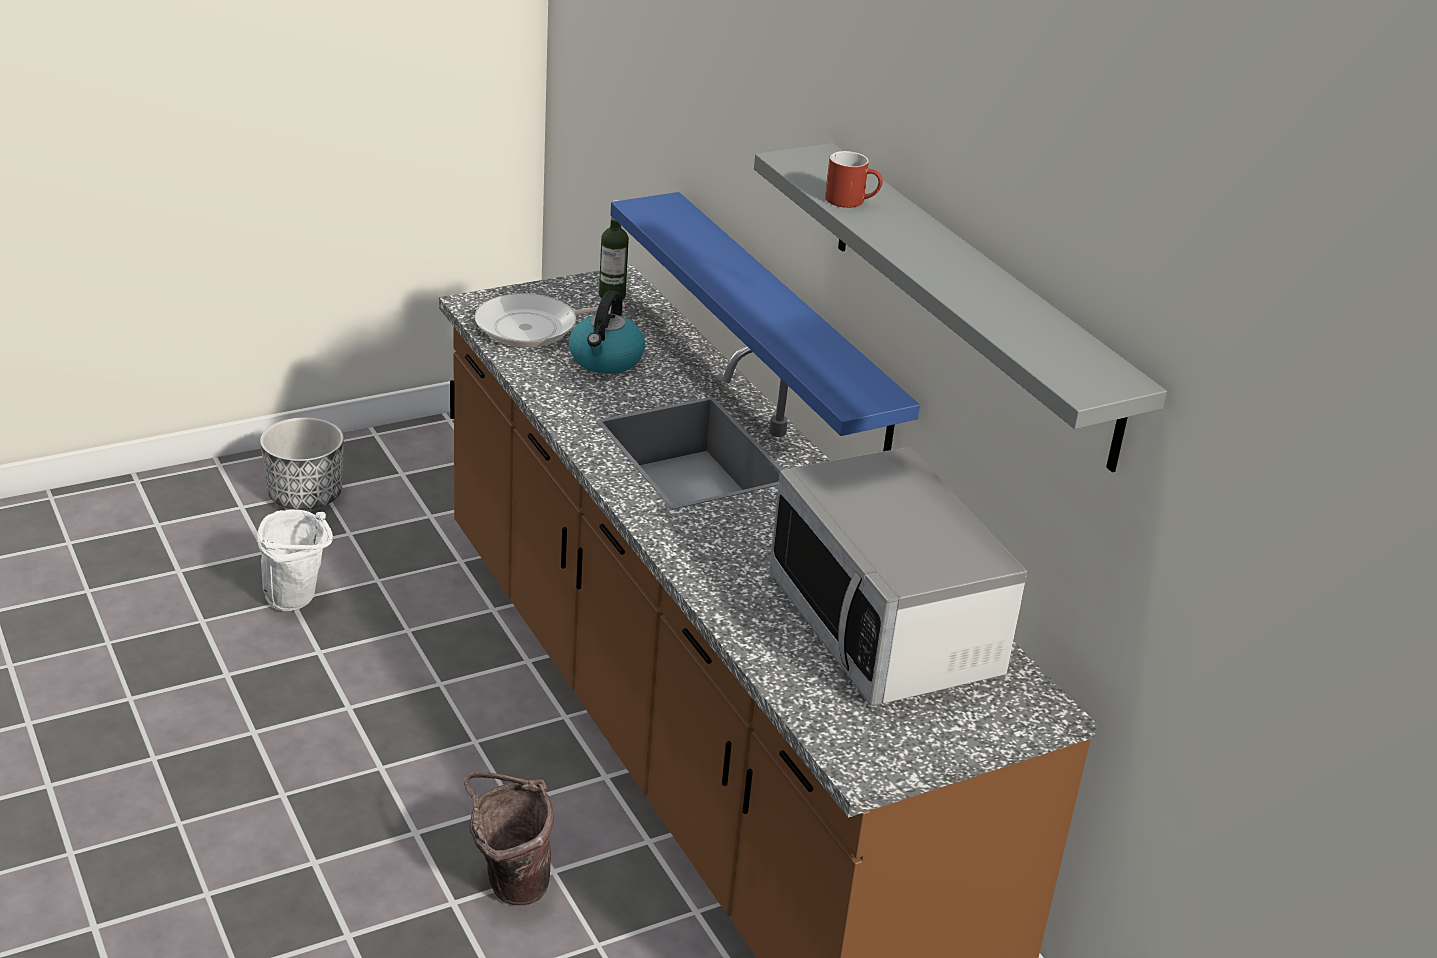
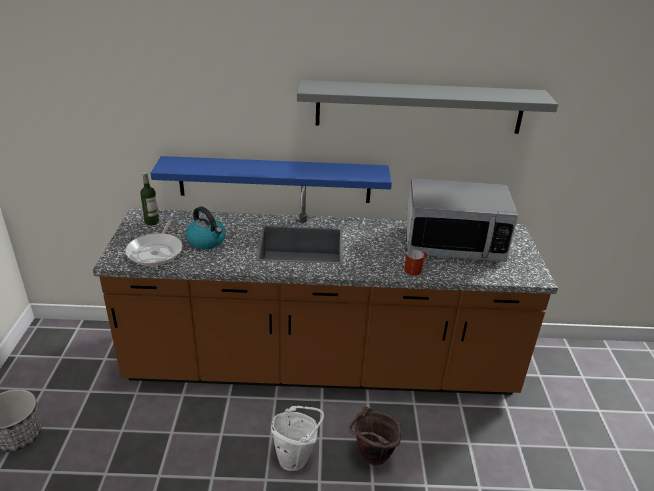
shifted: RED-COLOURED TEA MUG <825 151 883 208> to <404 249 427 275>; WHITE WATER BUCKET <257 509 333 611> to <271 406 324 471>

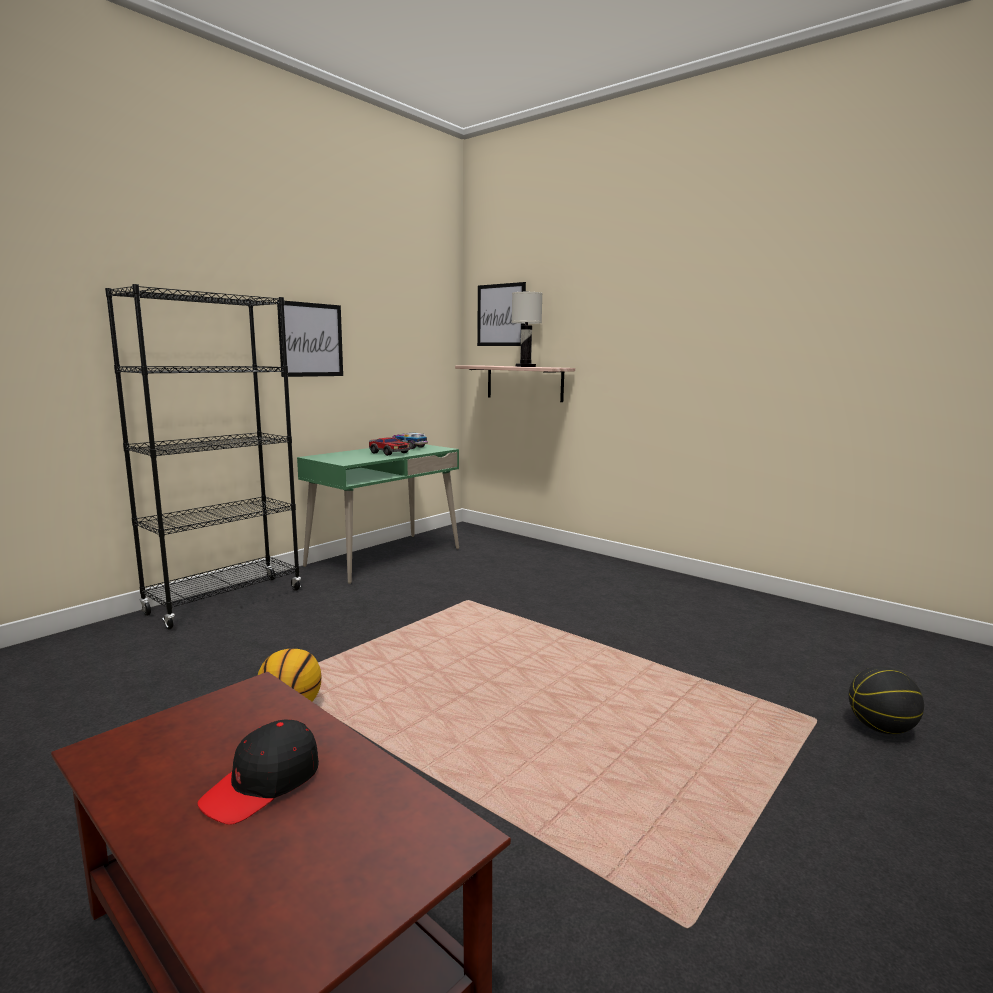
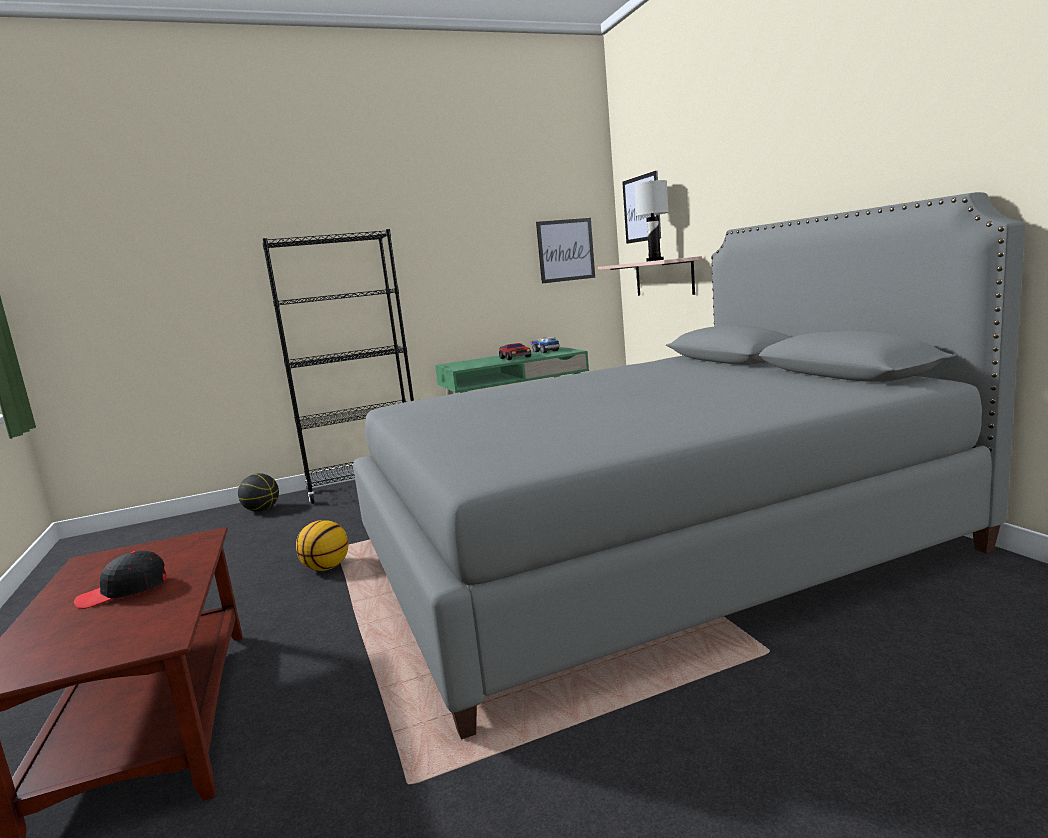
new: GREY SLEEPING BED <353 192 1025 740>
shifted: WALL ART <277 300 343 377> to <536 218 595 283>; BALL FOR BASKETBALL <849 667 924 734> to <238 473 279 512>

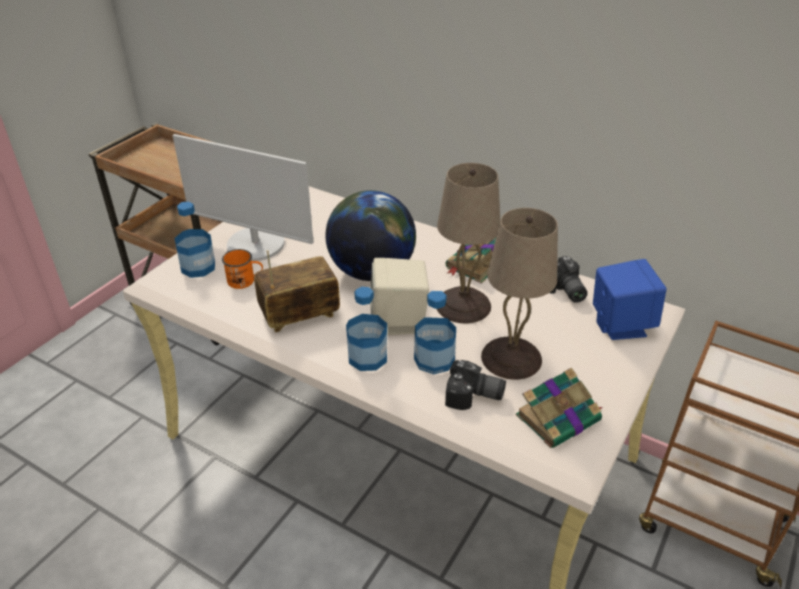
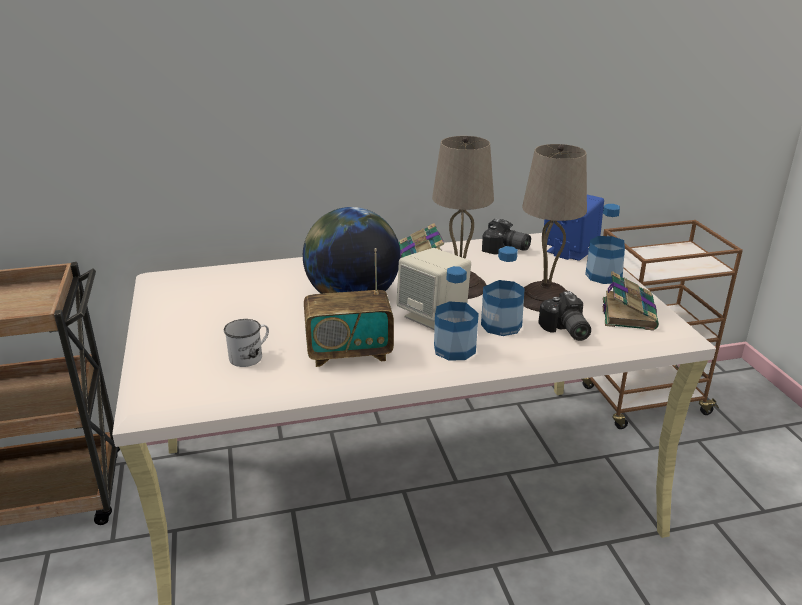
gone: COMPUTER DISPLAY <172 134 314 261>
shifted: BOTTLE <174 202 215 278> to <585 204 625 284>
repainted: ORANGE-COLOURED TEA MUG <222 249 263 289> to WHITE TEA MUG <224 319 269 367>
rotated: RADIO RECEIVER <254 250 340 332> = <304 248 394 367> 120 degrees counterclockwise; STILL CAMERA <445 360 506 410> = <538 291 591 341> 105 degrees clockwise

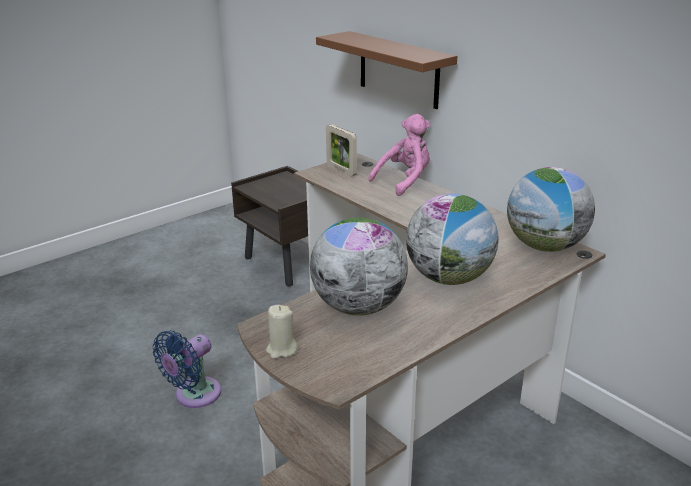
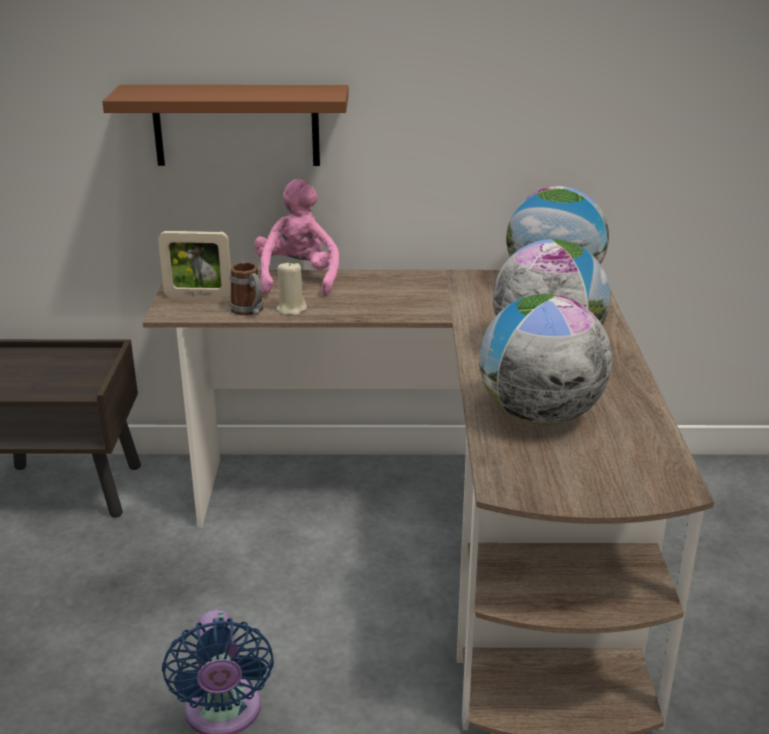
new: TEA MUG <230 262 264 316>
shifted: BEIGE WAX LIGHT <266 305 298 359> to <277 261 307 316>

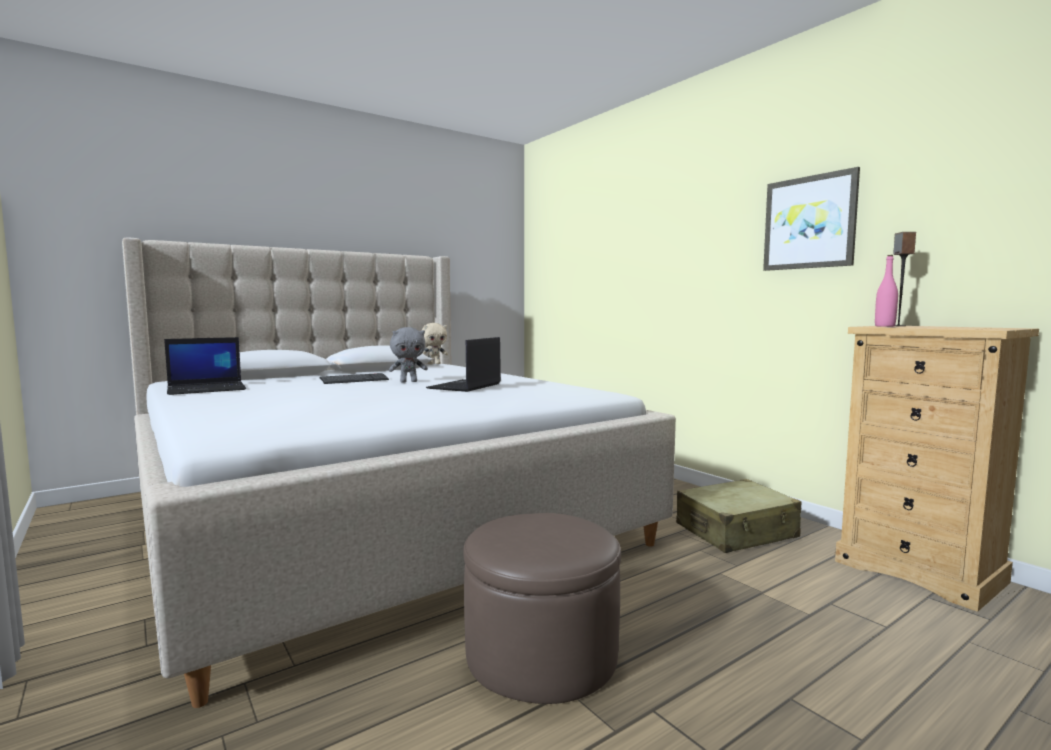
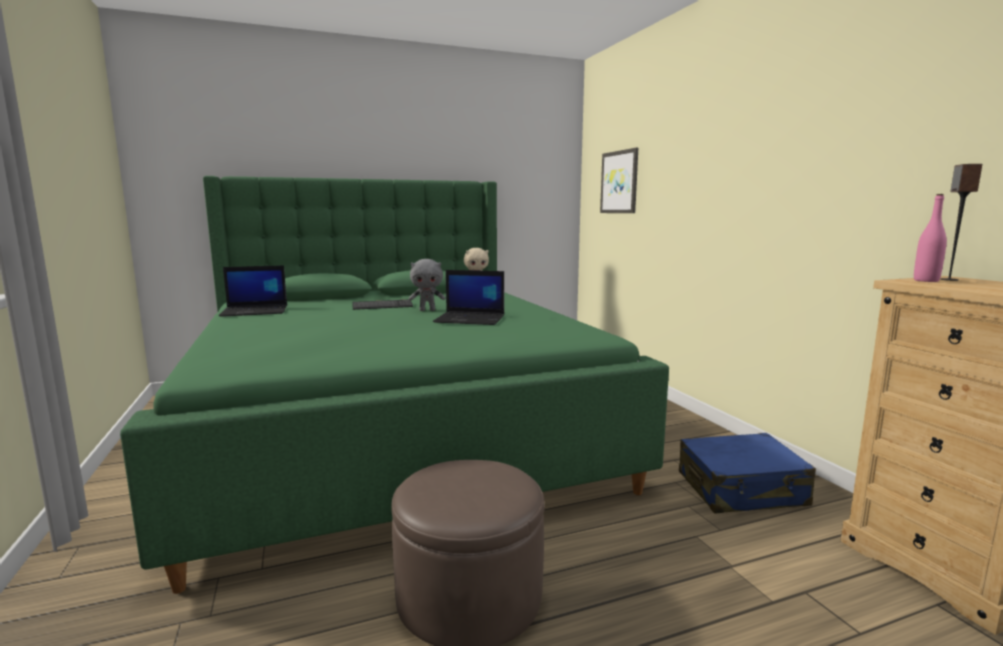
shifted: WALL ART <763 167 860 271> to <600 148 638 213>
repainted: BEIGE SLEEPING BED <122 237 676 708> to GREENISH SLEEPING BED <120 176 669 594>; BEIGE PIECE OF LUGGAGE <676 479 802 553> to BLUE-COLOURED PIECE OF LUGGAGE <679 433 816 513>
rotated: LAPTOP <426 337 501 392> = <433 270 504 325> 120 degrees counterclockwise

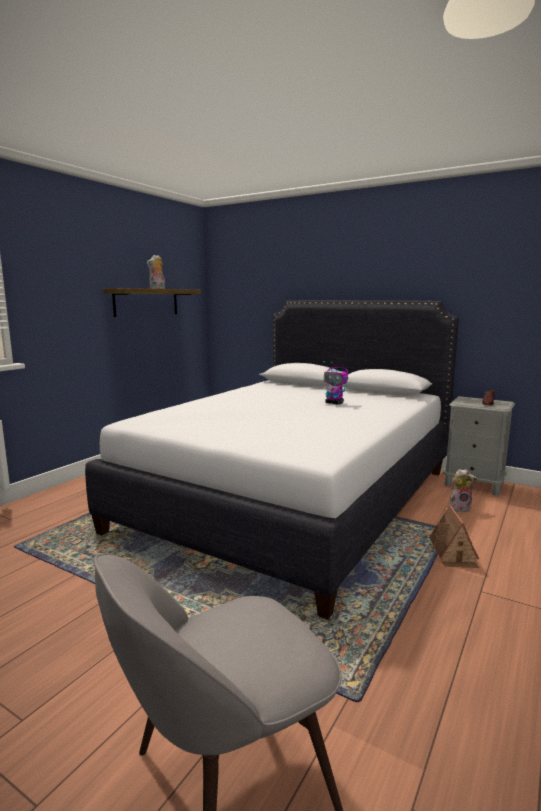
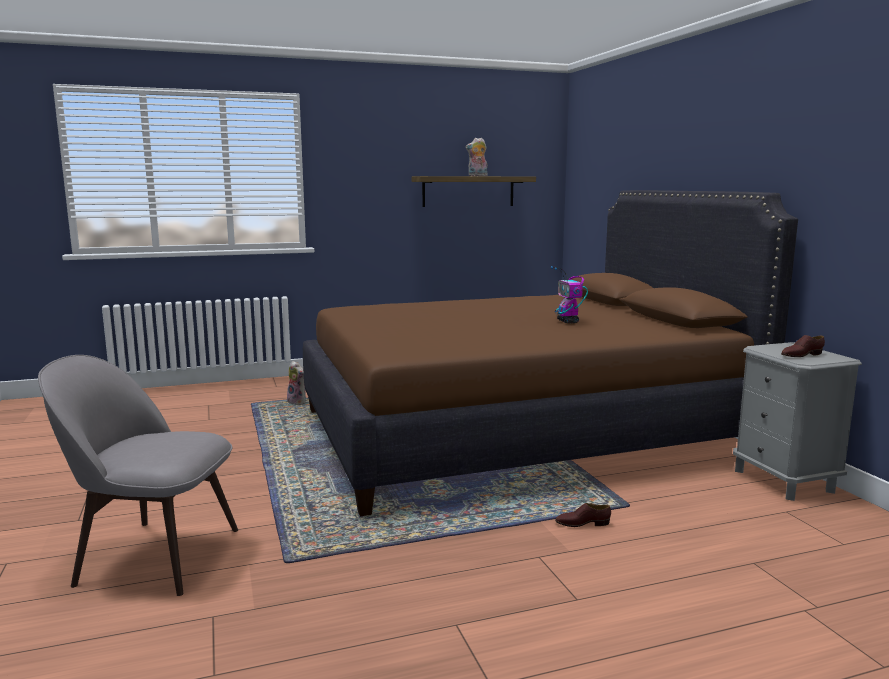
shifted: CUDDLY TOY <450 469 477 512> to <287 361 306 405>
swapped: MODEL HOUSE <429 504 479 568> to BROWNISH SHOE <555 503 611 527>
repainted: WHITE SLEEPING BED <85 300 459 619> to BROWNISH SLEEPING BED <303 190 798 516>

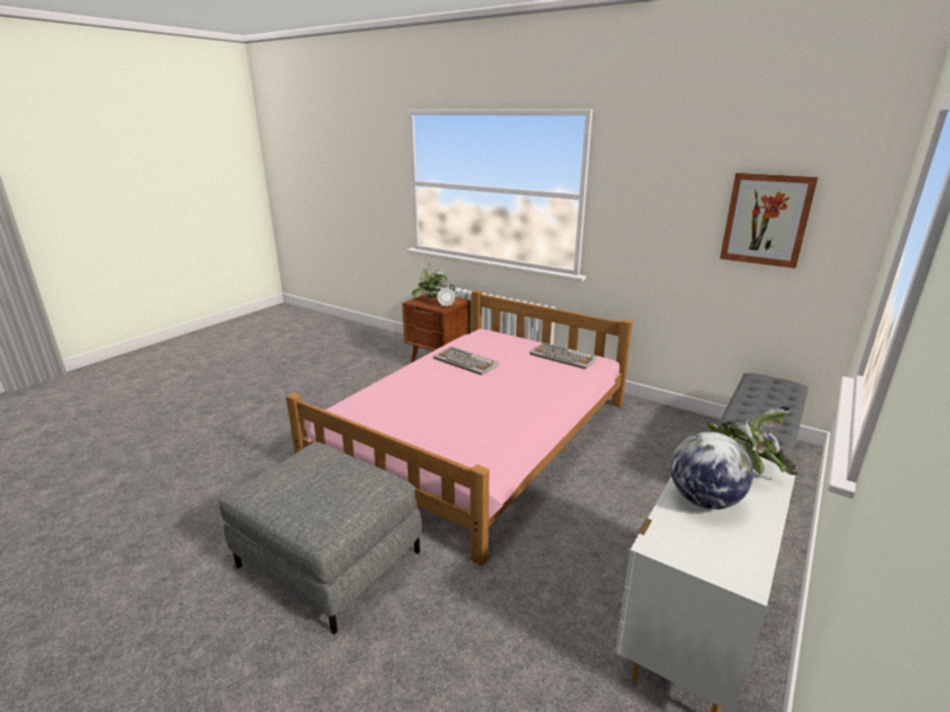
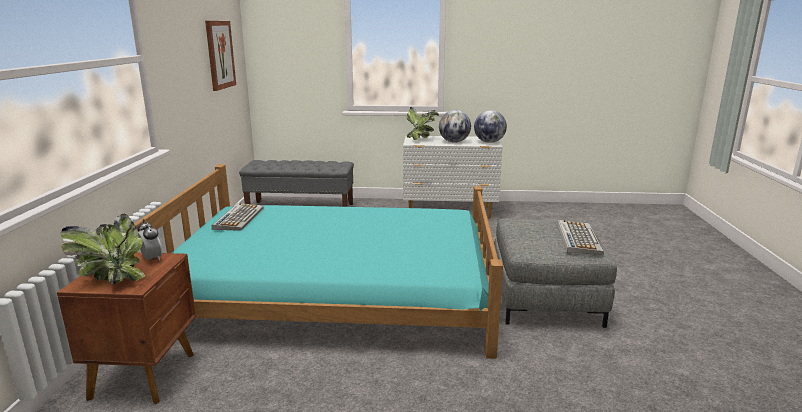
new: WORLD GLOBE <474 110 507 143>
shifted: COMPUTER KEYBOARD <434 346 499 375> to <557 220 604 255>
repainted: PINKISH SLEEPING BED <286 290 633 566> to BLUE-GREEN SLEEPING BED <135 164 503 359>

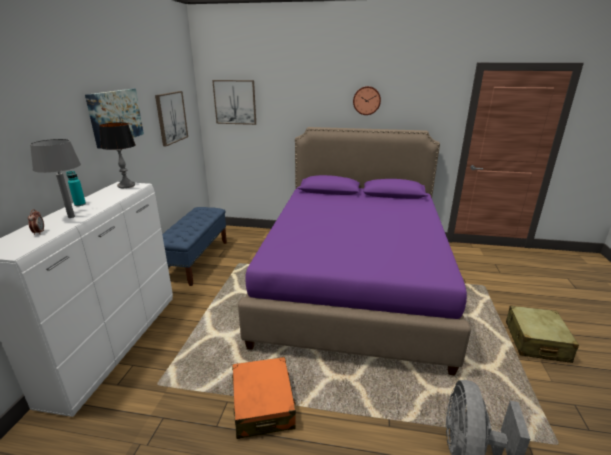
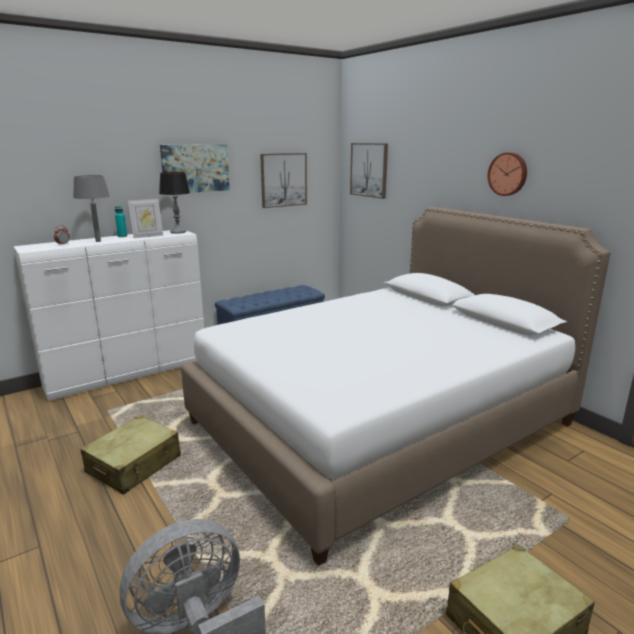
new: PICTURE FRAME <128 199 163 238>
repainted: PURPLE-COLOURED SLEEPING BED <238 127 471 375> to WHITE SLEEPING BED <181 207 611 566>; ORANGE-COLOURED PIECE OF LUGGAGE <232 357 296 439> to BEIGE PIECE OF LUGGAGE <80 415 181 495>

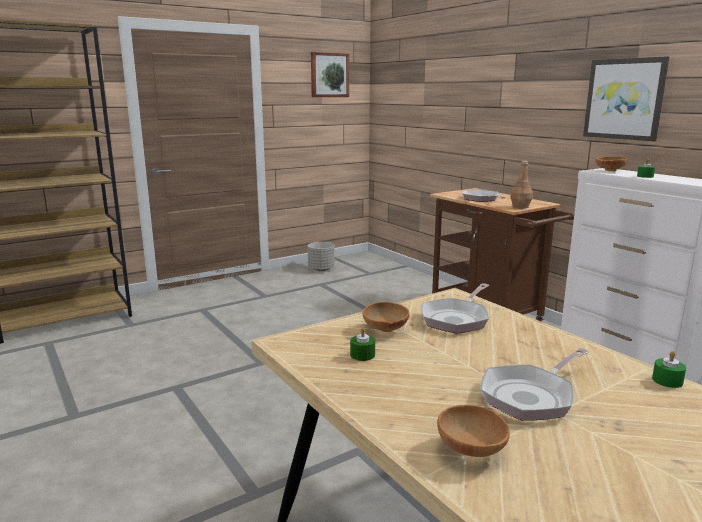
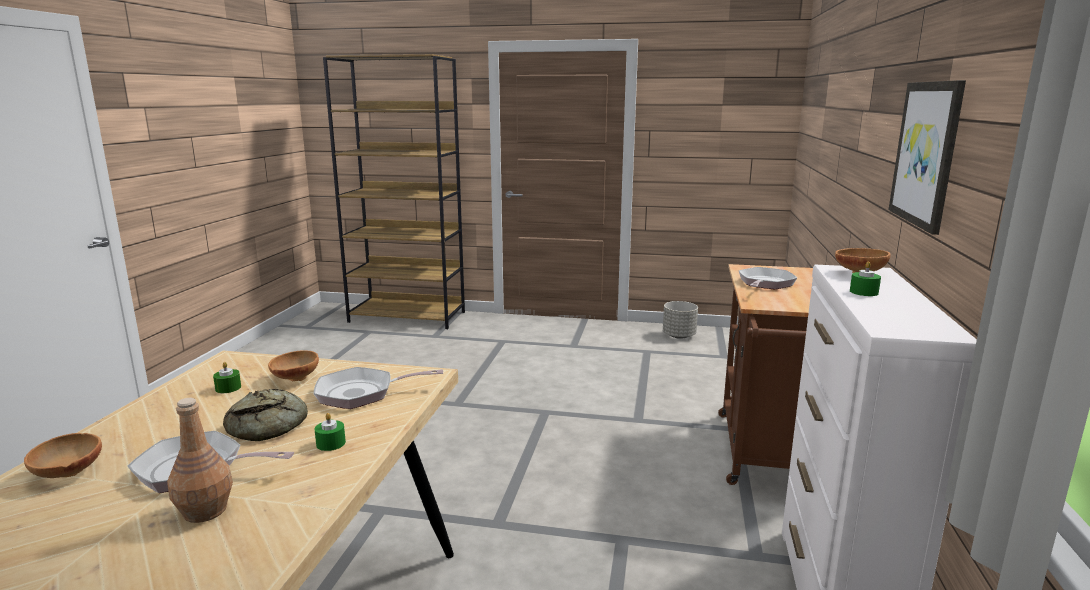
gone: WALL ART <311 52 349 97>
new: BAKED BREAD <223 389 308 441>
shifted: BROWNISH BOTTLE <510 161 533 209> to <167 398 233 523>; GREENISH WAX LIGHT <652 351 686 388> to <315 413 346 451>

